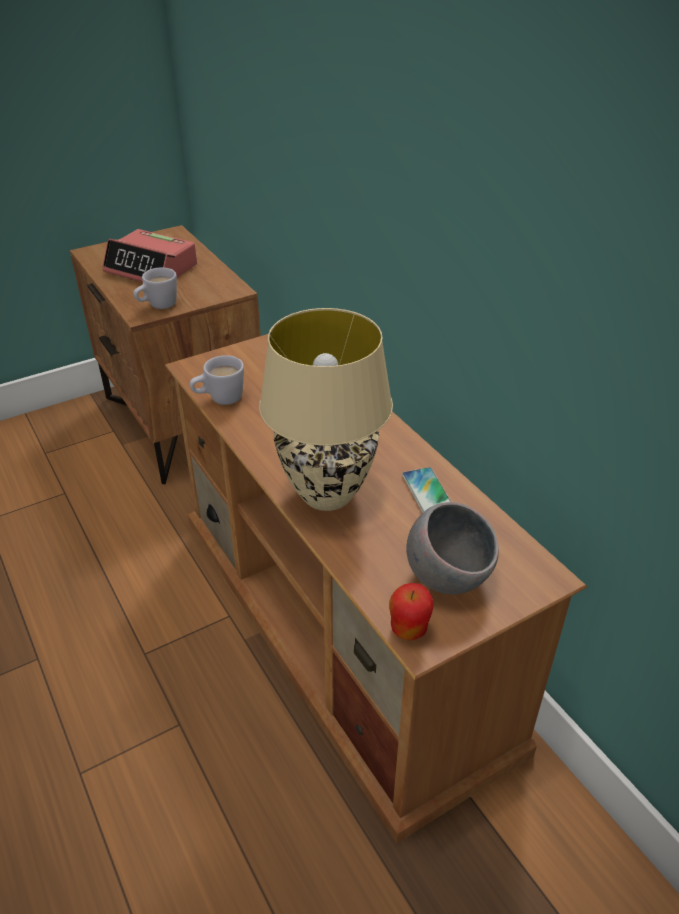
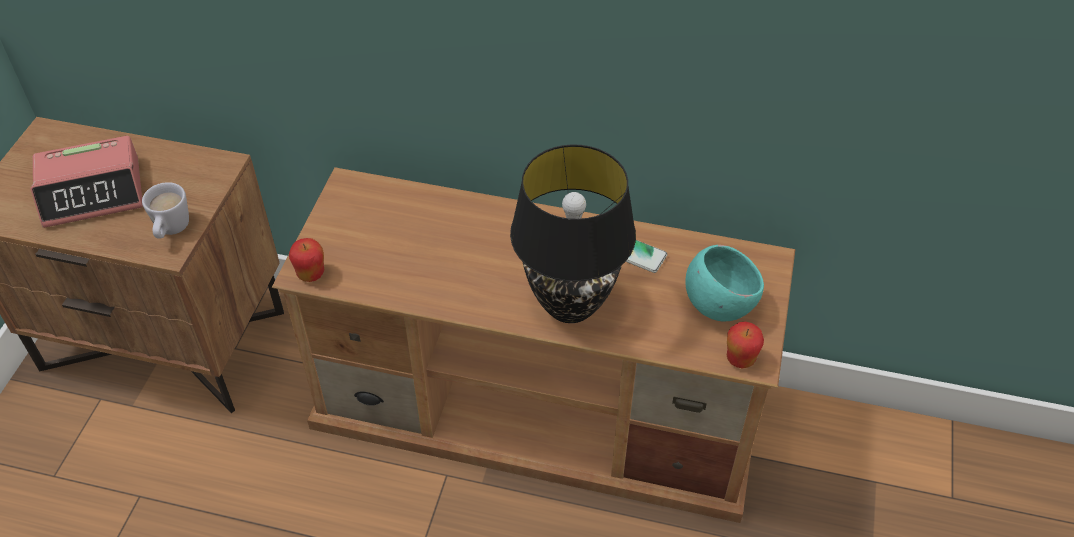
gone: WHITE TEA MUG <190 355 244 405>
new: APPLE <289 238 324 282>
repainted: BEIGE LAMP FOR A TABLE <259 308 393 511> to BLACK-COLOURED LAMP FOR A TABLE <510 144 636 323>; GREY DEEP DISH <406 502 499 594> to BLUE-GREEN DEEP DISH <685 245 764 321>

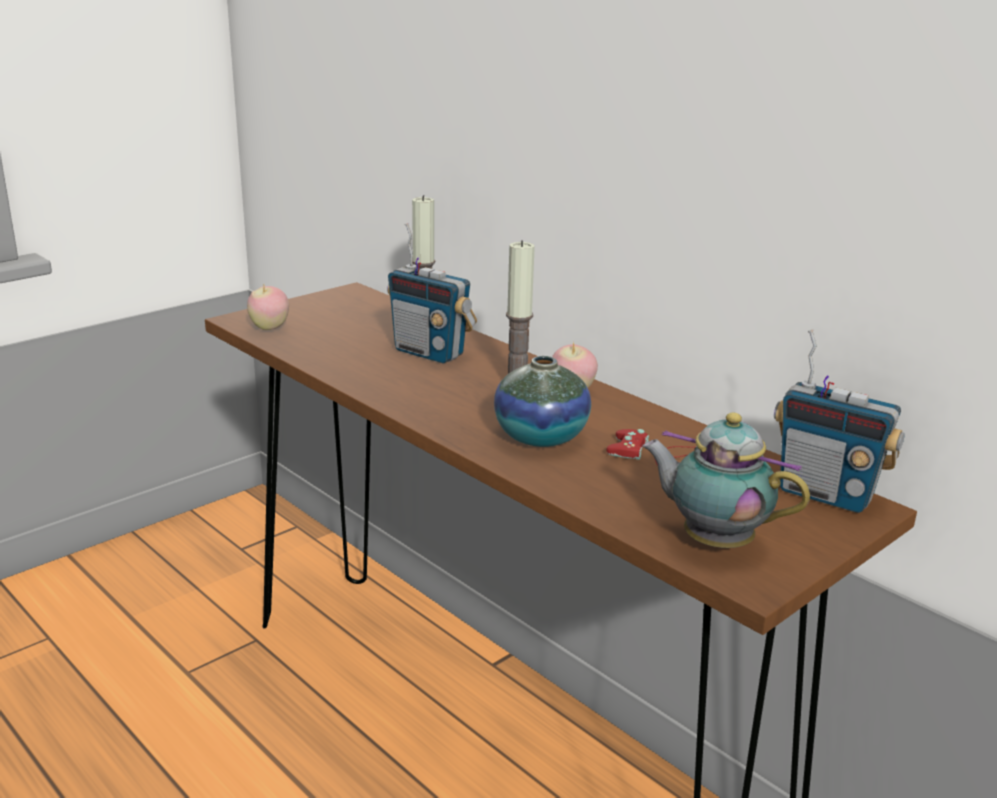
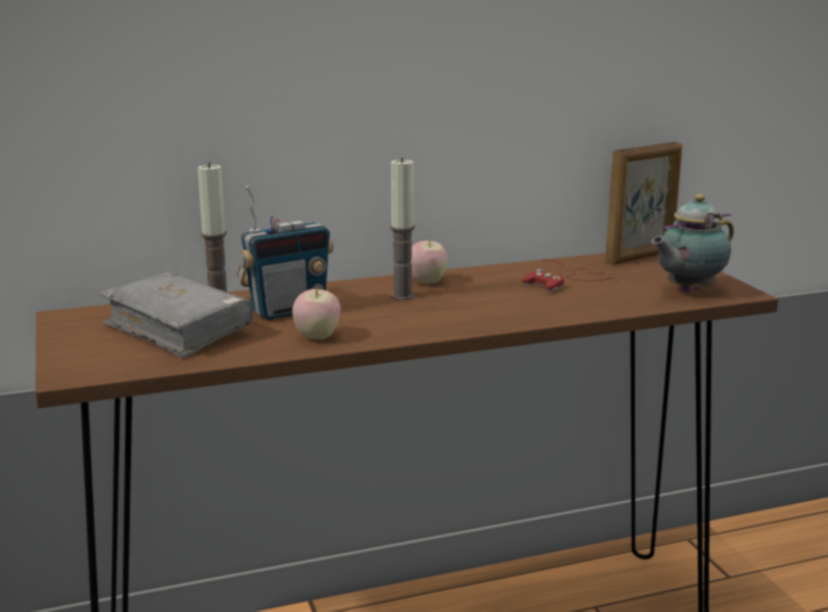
gone: VASE <494 356 591 447>
new: GREY VOLUME <99 272 254 358>
shifted: APPLE <247 285 289 330> to <292 287 341 339>
swapped: RADIO RECEIVER <774 329 905 513> to PICTURE FRAME <605 142 682 264>

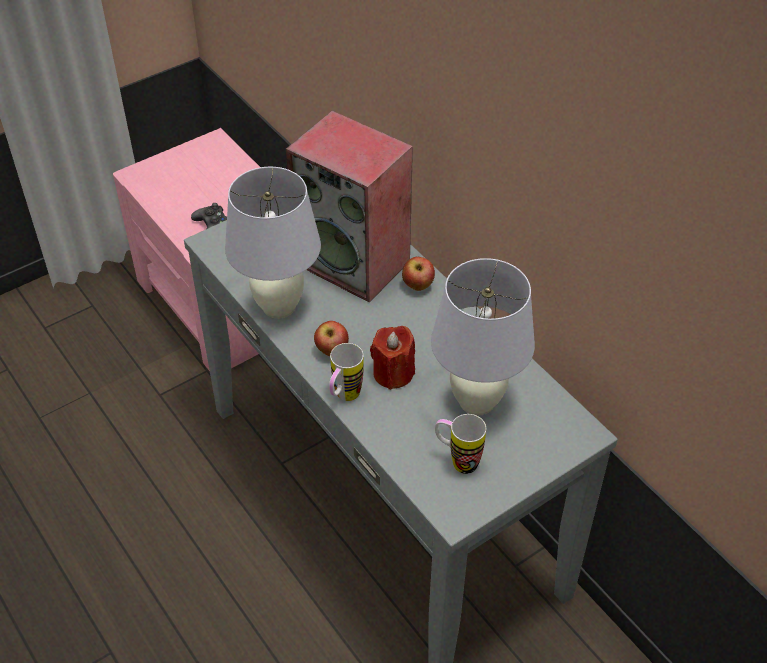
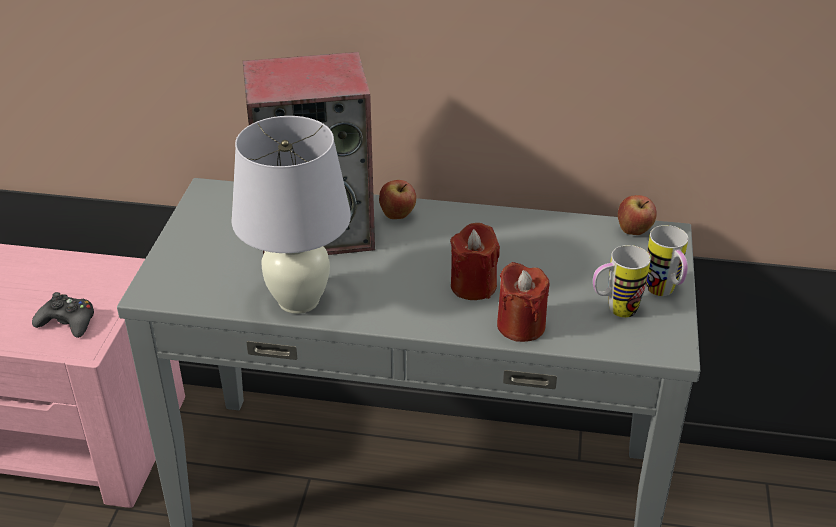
gone: WHITE LAMP FOR A TABLE <431 258 535 416>
new: RED-COLOURED WAX LIGHT <497 262 550 342>
shifted: APPLE <314 321 349 356> to <618 195 657 235>; TEA MUG <329 343 364 401> to <646 225 688 296>

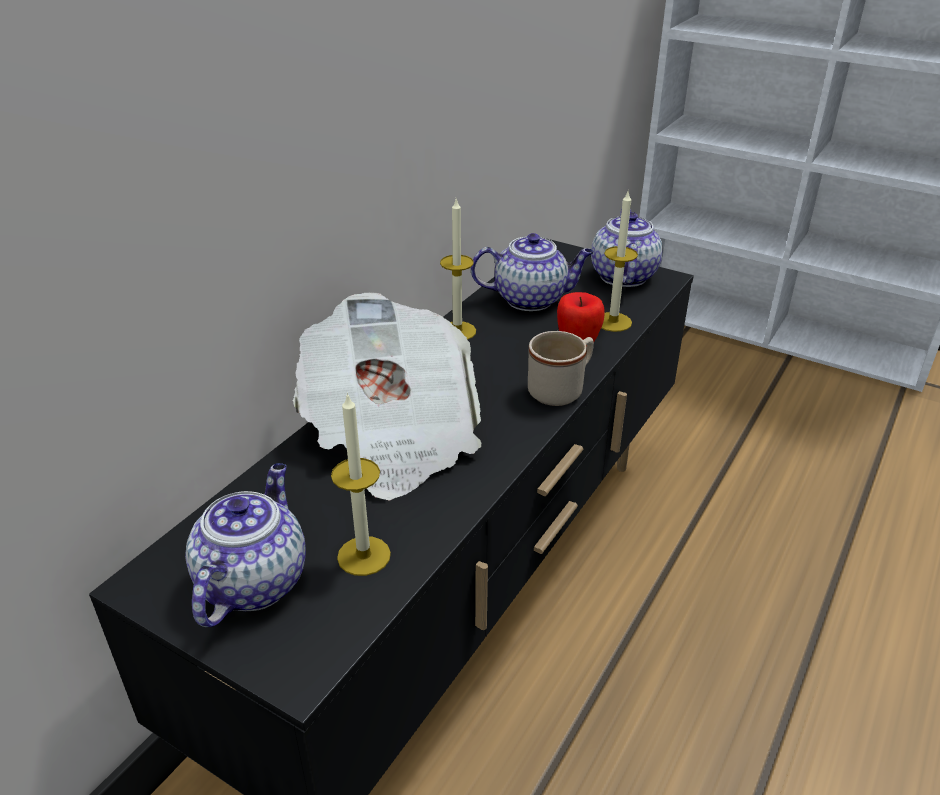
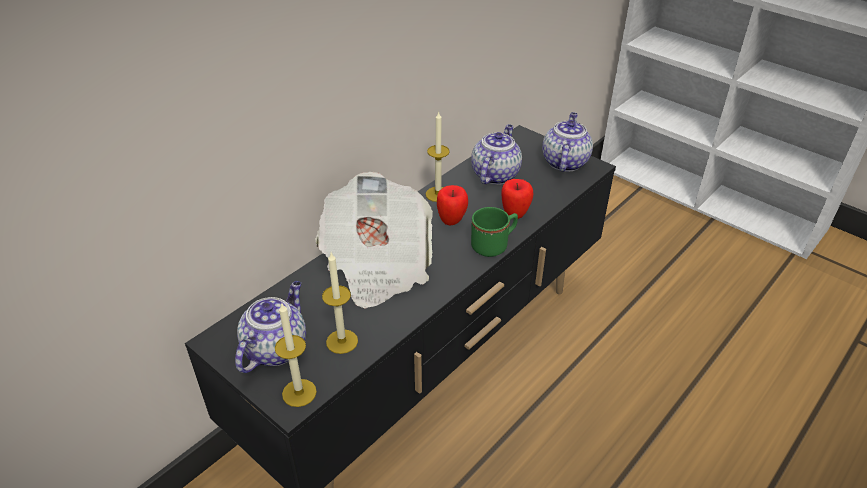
new: APPLE <437 185 468 225>
shifted: WAX LIGHT <601 192 638 332> to <275 302 317 407>
repainted: BEIGE TEA MUG <528 331 594 406> to GREENISH TEA MUG <471 207 518 257>
rotated: POT FOR TEA <471 233 594 311> = <471 124 522 185> 75 degrees counterclockwise

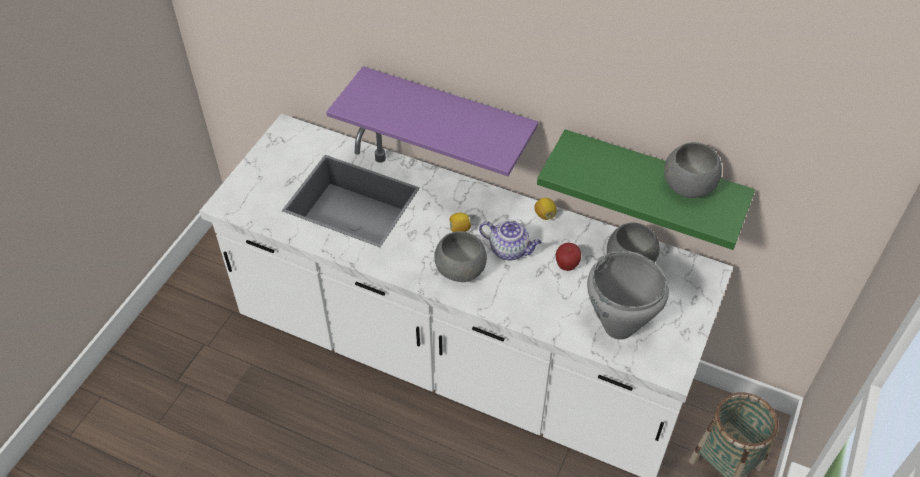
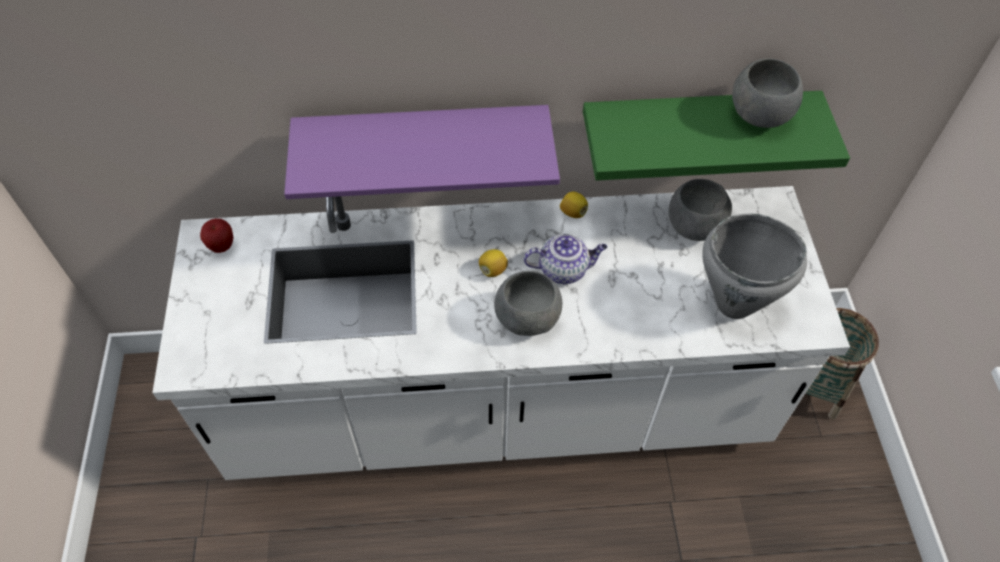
shifted: APPLE <556 243 581 271> to <200 218 234 253>

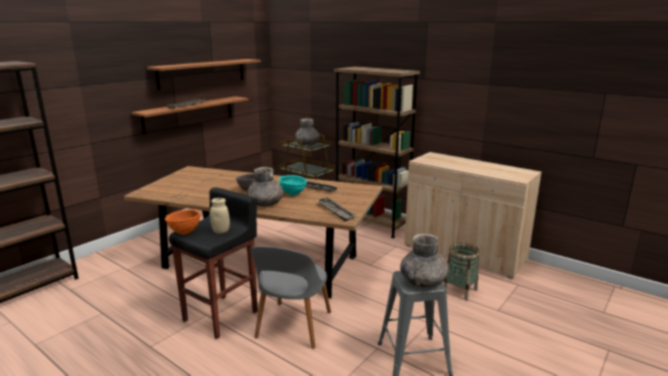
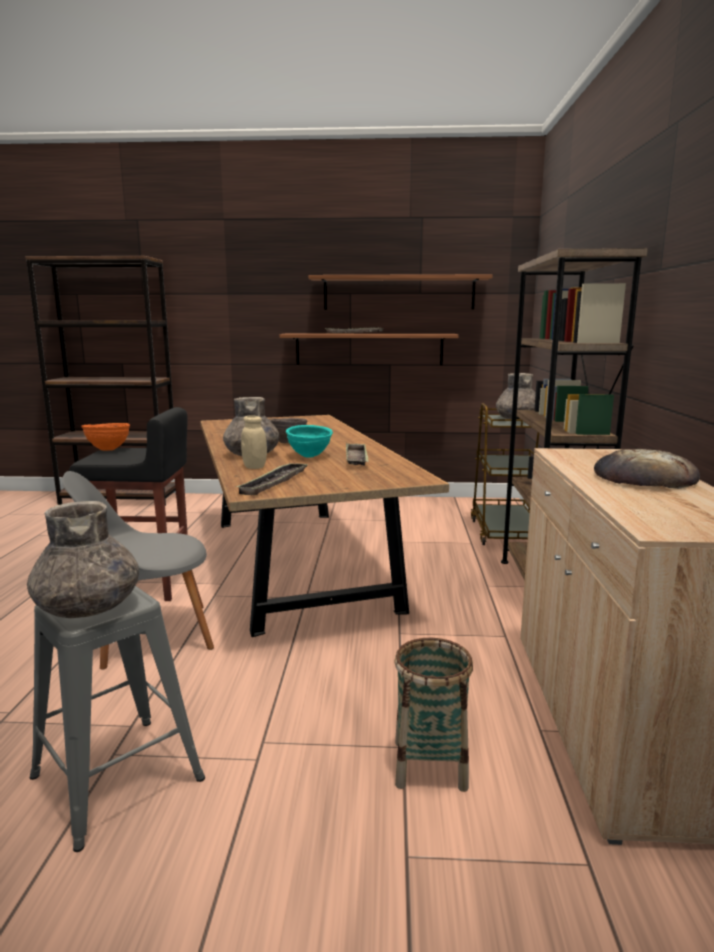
new: BAKED BREAD <594 449 700 489>
shifted: BEIGE PRESERVE JAR <210 198 230 234> to <241 415 267 469>

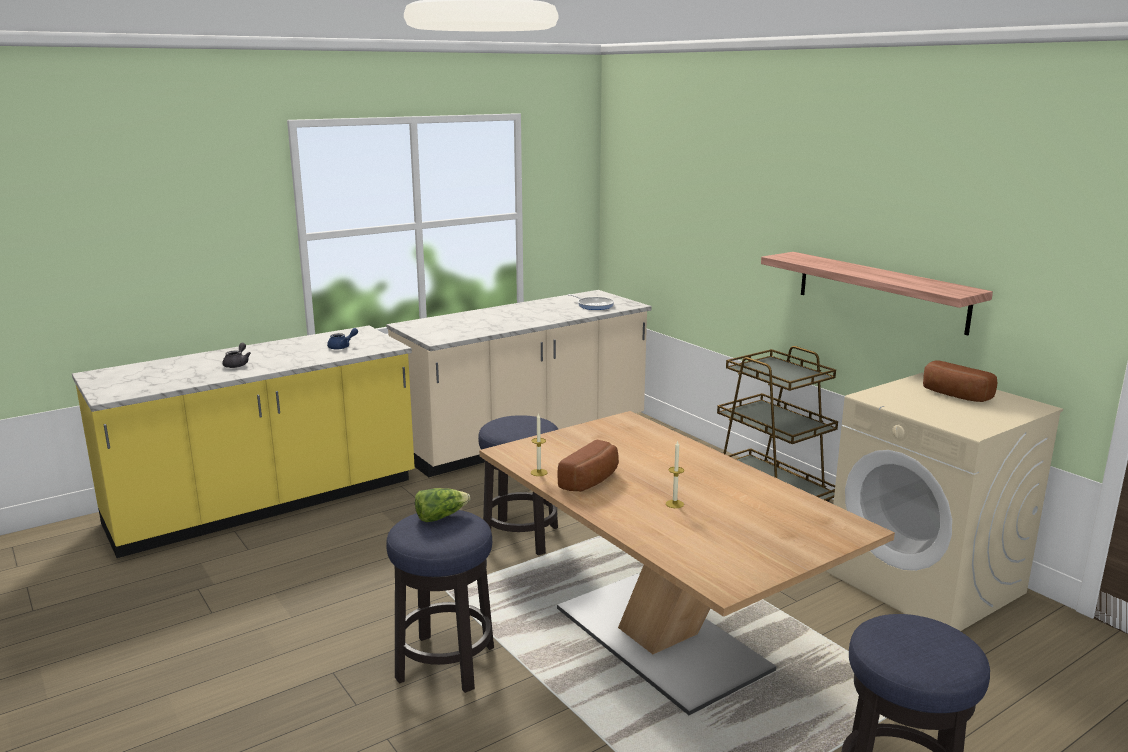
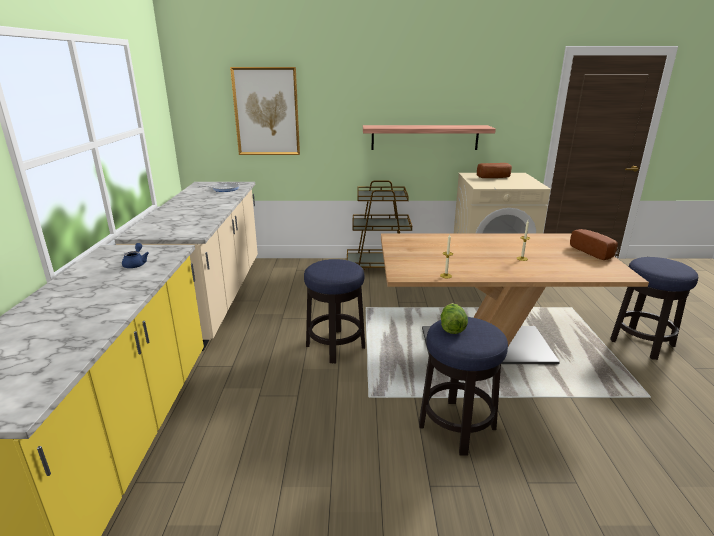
gone: GREY POT FOR TEA <223 343 251 368>
new: WALL ART <230 67 300 155>
shifted: BAKED BREAD <557 440 619 492> to <570 229 618 260>

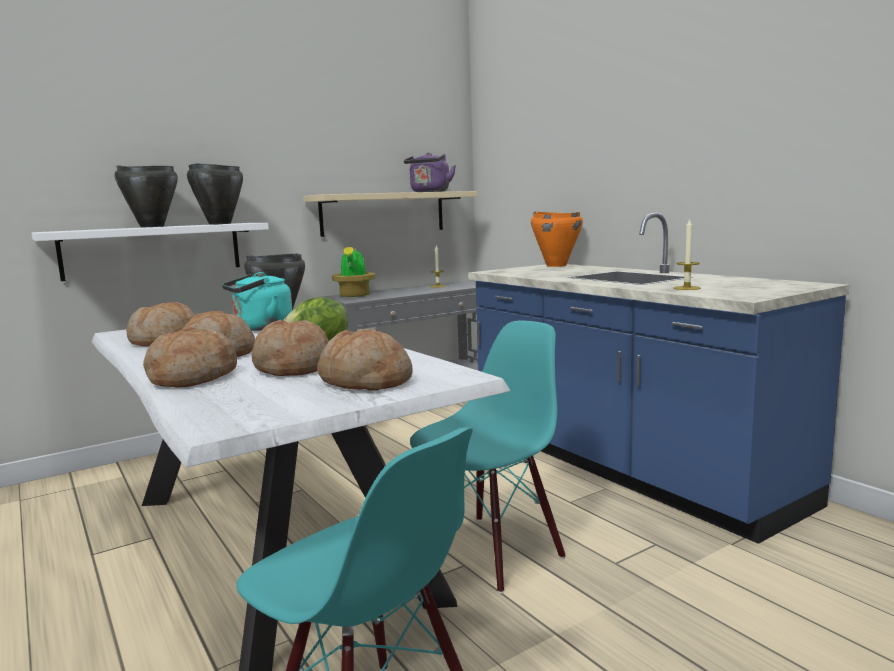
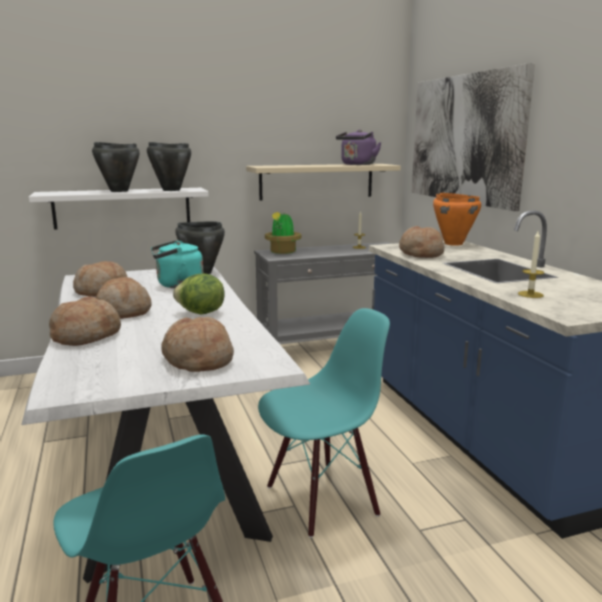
new: WALL ART <412 63 535 211>
shifted: BAKED BREAD <252 320 328 376> to <399 226 444 258>

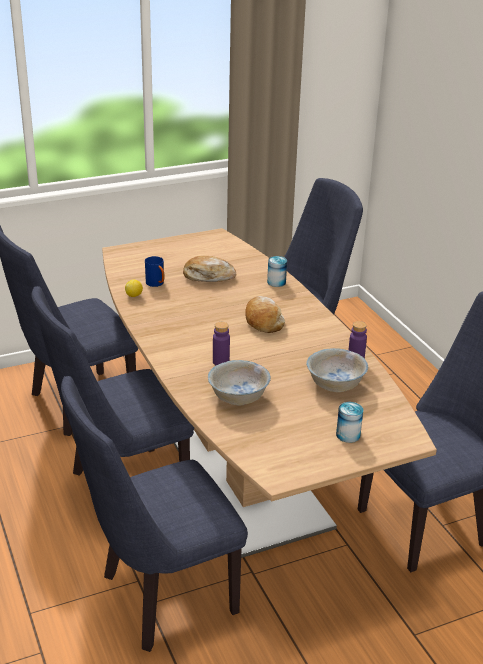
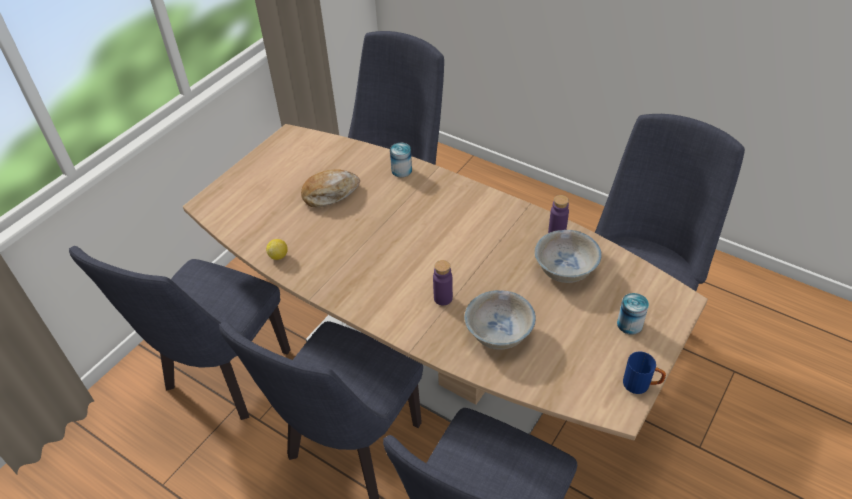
gone: BAKED BREAD <245 296 285 333>
shifted: BLUE-COLOURED TEA MUG <145 256 164 287> to <623 351 666 394>

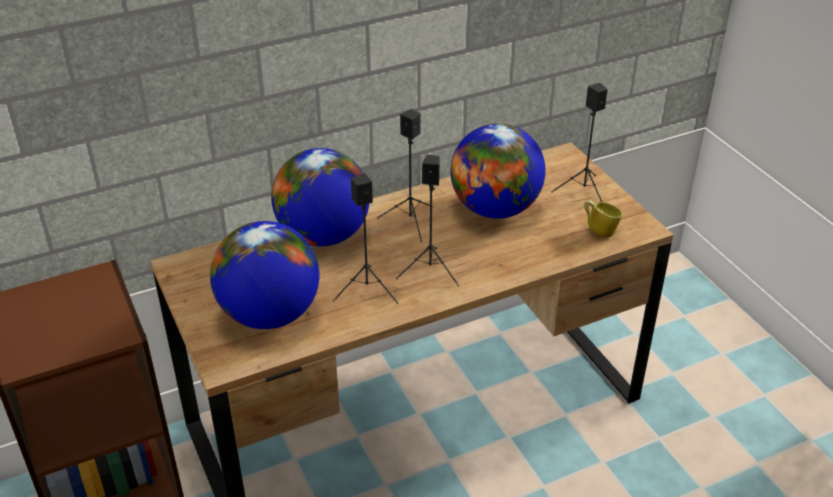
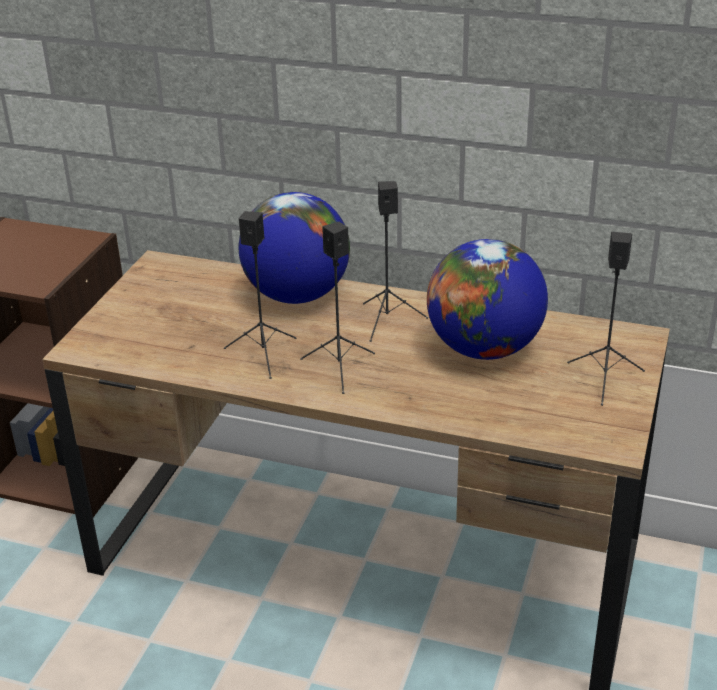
gone: TEA MUG <584 200 623 237>; WORLD GLOBE <210 221 320 329>

